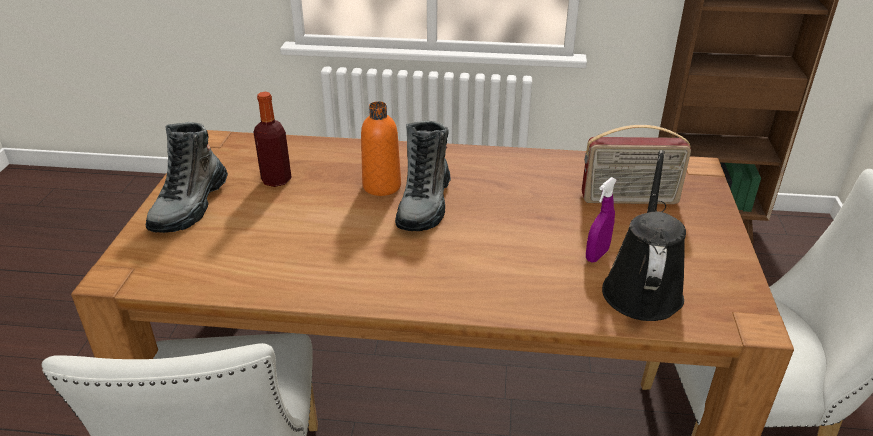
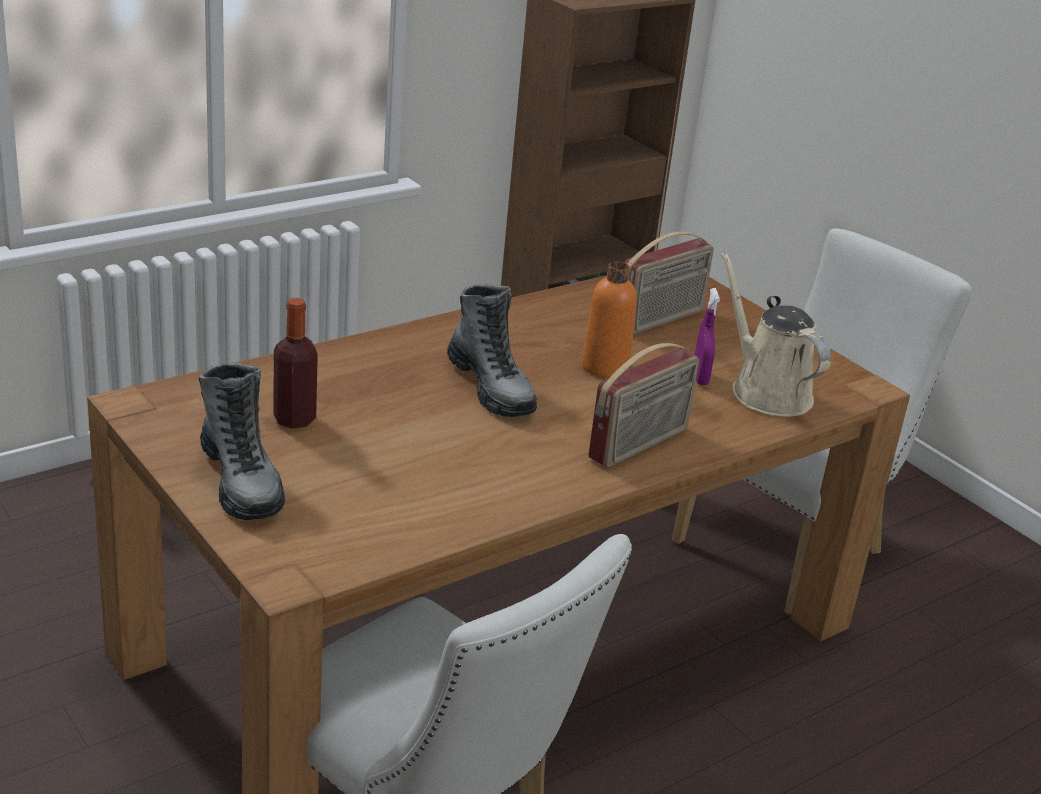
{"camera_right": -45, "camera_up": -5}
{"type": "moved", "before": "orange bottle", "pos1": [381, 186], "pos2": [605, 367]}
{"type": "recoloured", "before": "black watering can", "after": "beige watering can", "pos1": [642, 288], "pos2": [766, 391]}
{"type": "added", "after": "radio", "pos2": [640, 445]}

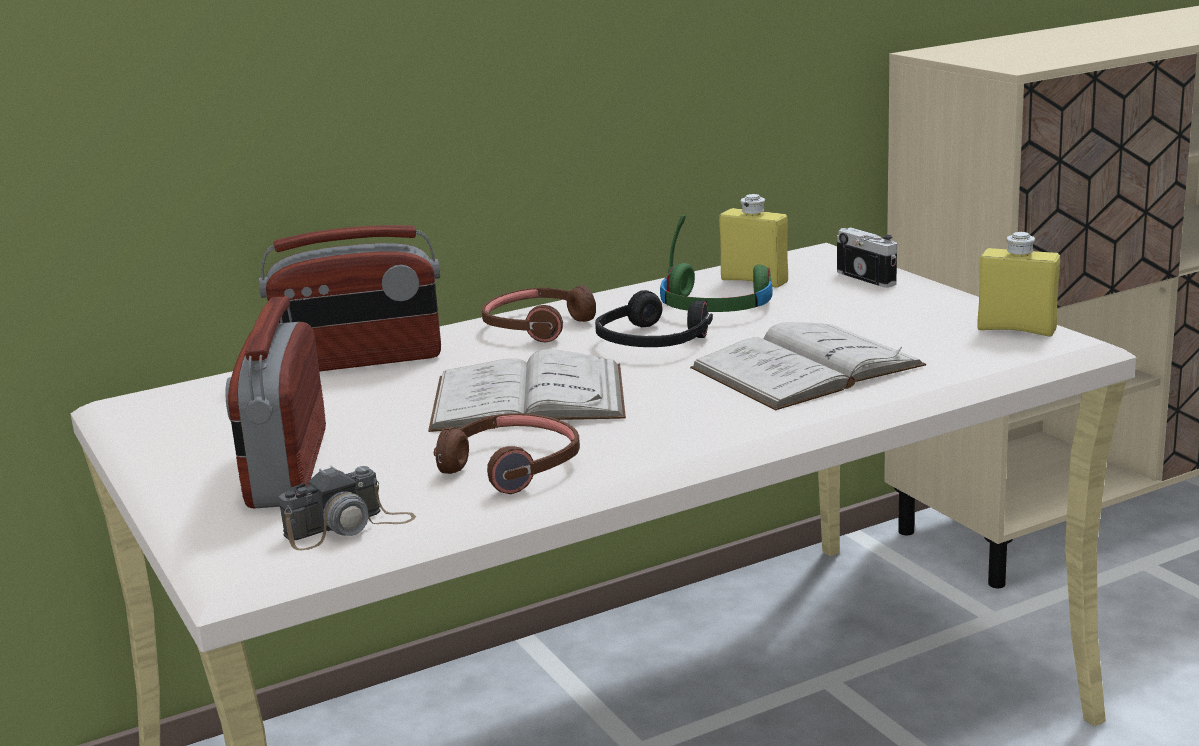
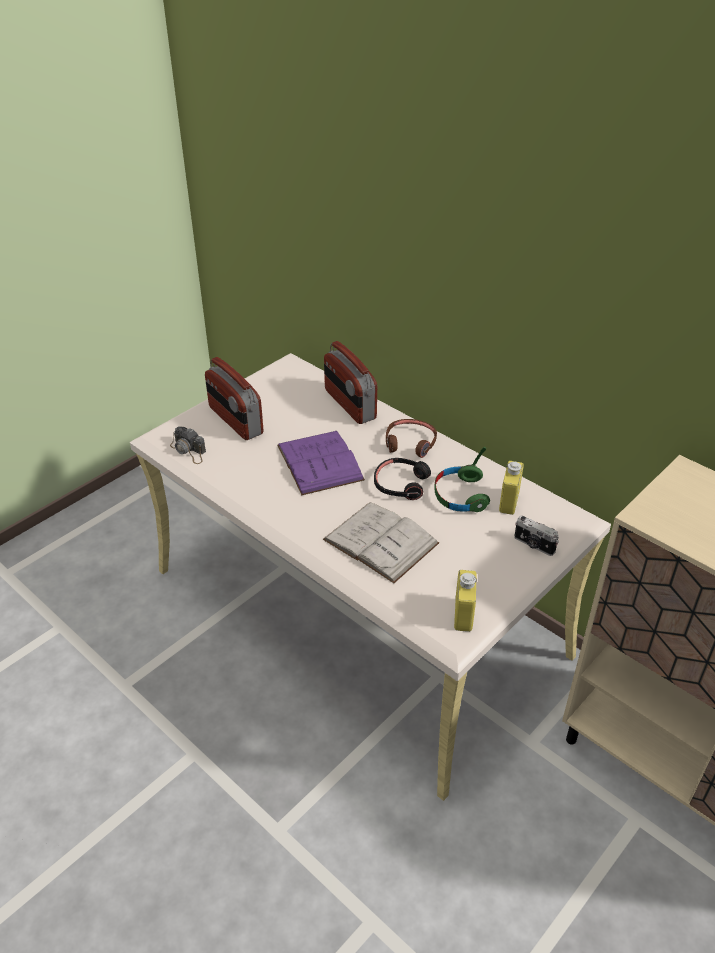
{"camera_right": 70, "camera_up": 20}
{"type": "turned", "before": "radio", "pos1": [286, 469], "pos2": [235, 421], "turn": -105}
{"type": "recoloured", "before": "white book", "after": "purple book", "pos1": [528, 397], "pos2": [320, 462]}
{"type": "removed", "before": "brown headphones", "pos1": [511, 466]}
{"type": "turned", "before": "photo camera", "pos1": [868, 277], "pos2": [533, 545], "turn": 90}

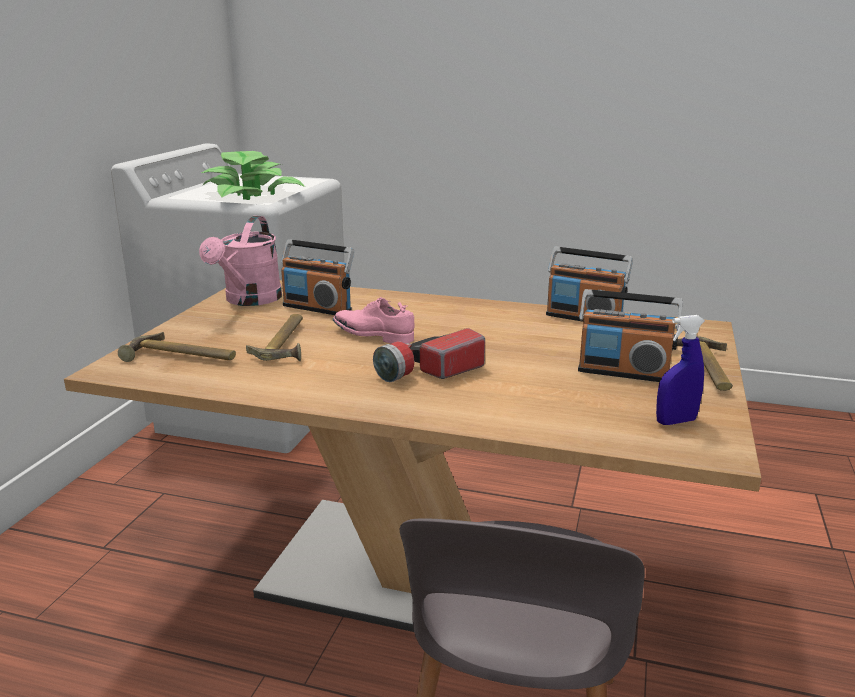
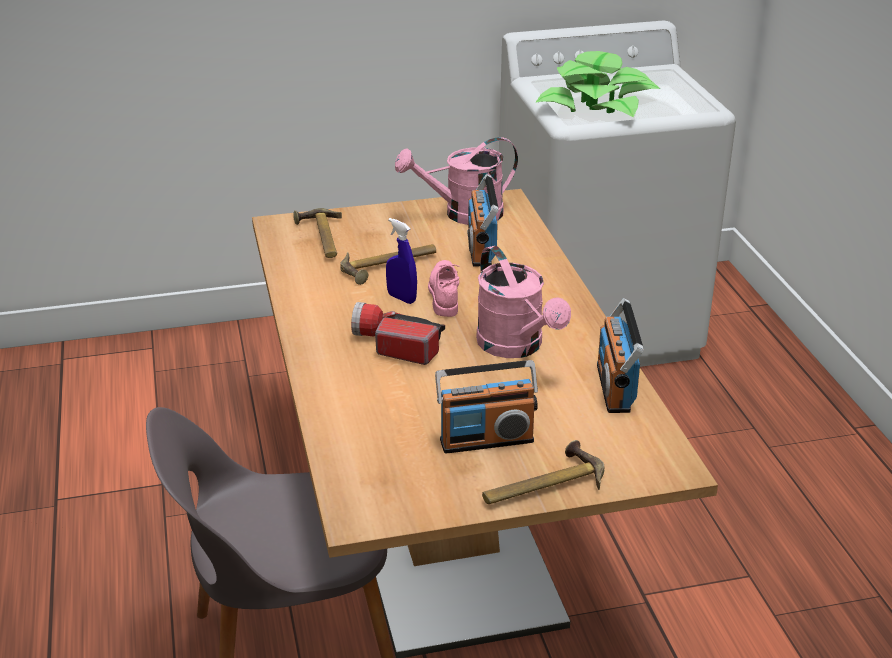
{"camera_right": 60, "camera_up": 10}
{"type": "turned", "before": "radio", "pos1": [623, 372], "pos2": [486, 440], "turn": -90}
{"type": "moved", "before": "blue spray bottle", "pos1": [676, 421], "pos2": [401, 298]}
{"type": "added", "after": "pink watering can", "pos2": [516, 347]}

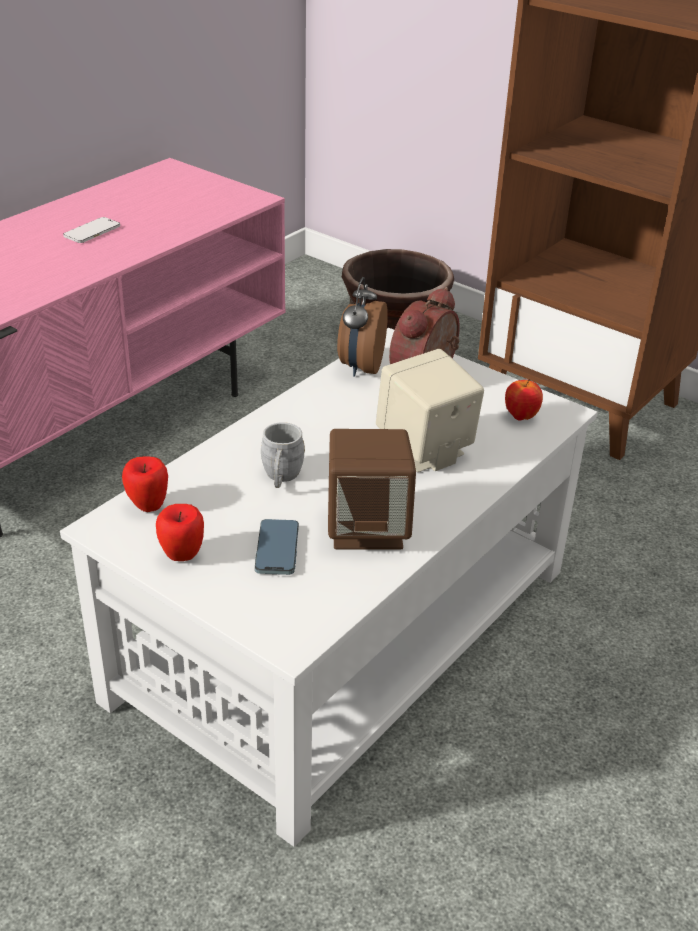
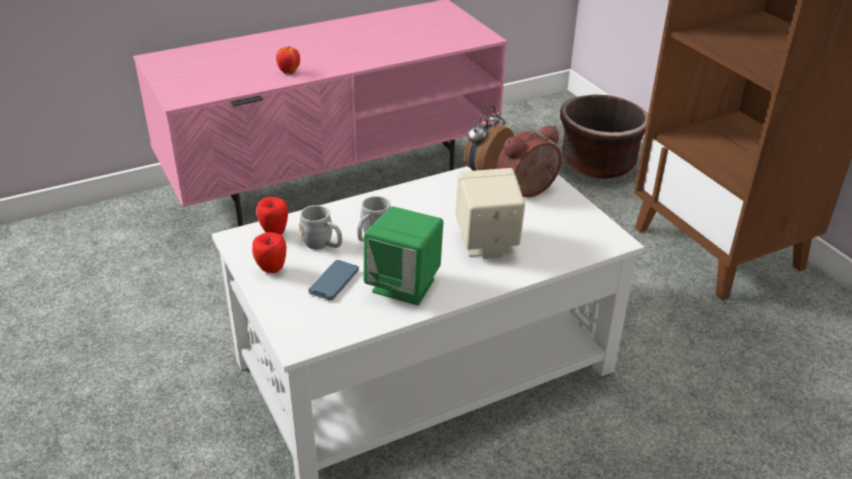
{"camera_right": 25, "camera_up": 0}
{"type": "removed", "before": "phone", "pos1": [92, 232]}
{"type": "recoloured", "before": "brown speaker", "after": "green speaker", "pos1": [367, 529], "pos2": [404, 285]}
{"type": "moved", "before": "apple", "pos1": [520, 416], "pos2": [289, 72]}
{"type": "added", "after": "grey mug", "pos2": [322, 245]}

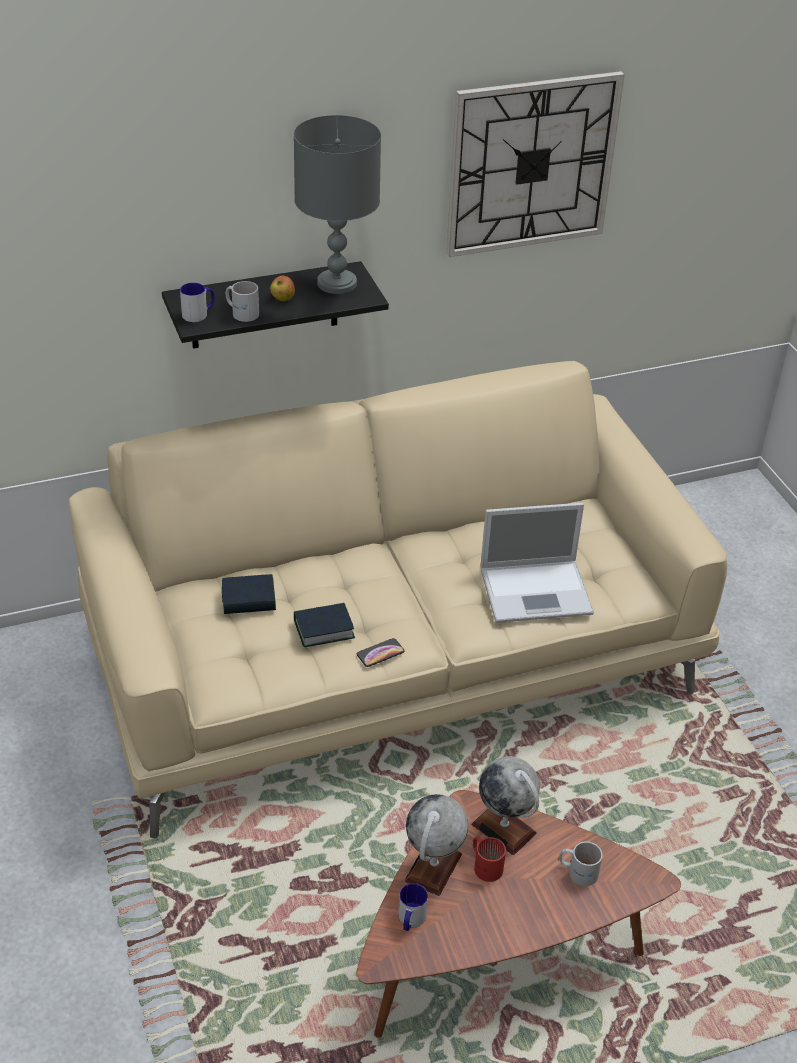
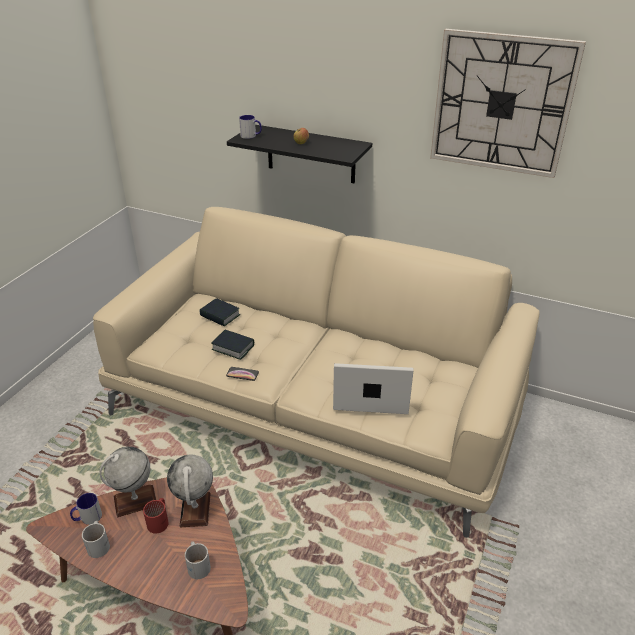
{"camera_right": 45, "camera_up": -5}
{"type": "moved", "before": "white mug", "pos1": [242, 312], "pos2": [99, 544]}
{"type": "removed", "before": "grey table lamp", "pos1": [336, 283]}
{"type": "turned", "before": "laptop", "pos1": [538, 591], "pos2": [369, 394], "turn": 150}

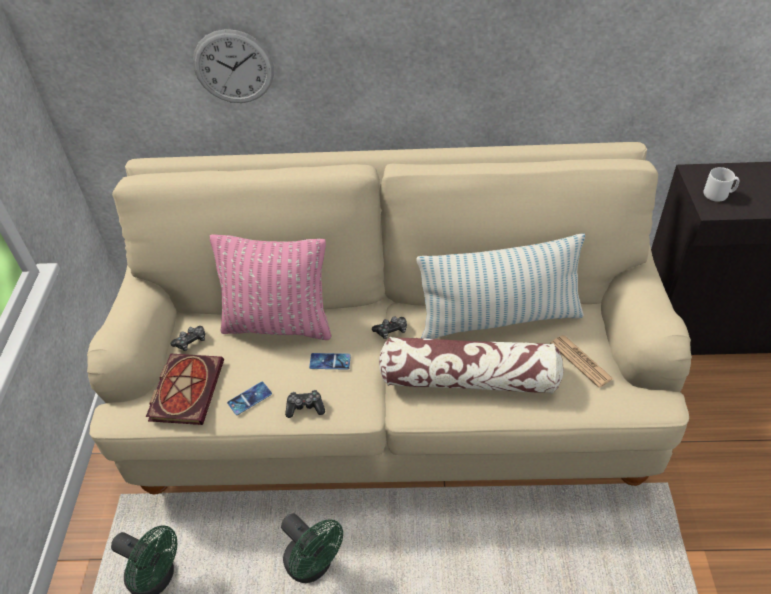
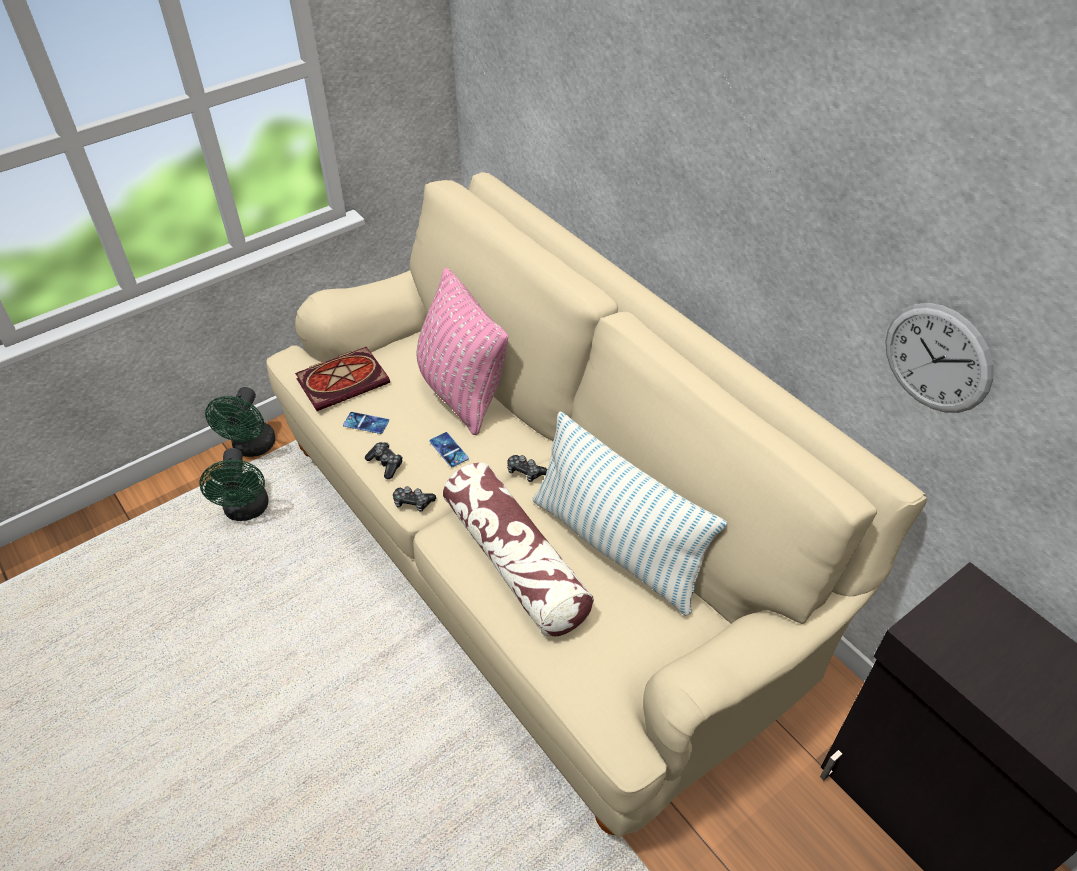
{"camera_right": 50, "camera_up": 0}
{"type": "moved", "before": "game controller", "pos1": [191, 341], "pos2": [413, 502]}
{"type": "moved", "before": "wall clock", "pos1": [233, 67], "pos2": [937, 358]}
{"type": "moved", "before": "green fan", "pos1": [314, 565], "pos2": [252, 448]}
{"type": "removed", "before": "newspaper", "pos1": [580, 361]}
{"type": "removed", "before": "white mug", "pos1": [718, 194]}

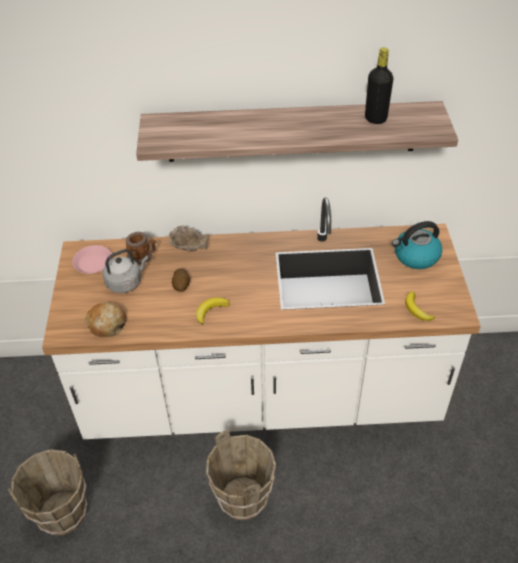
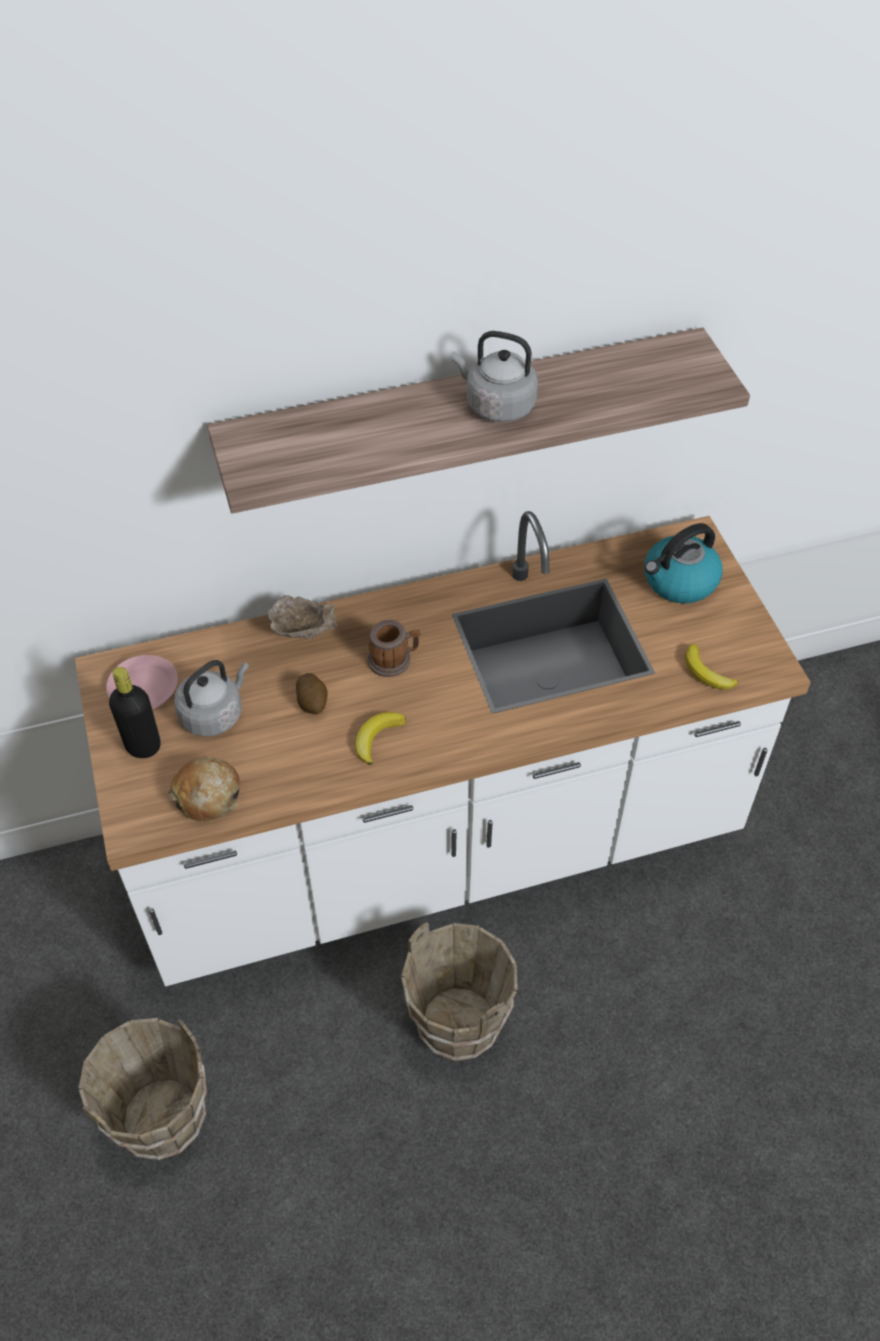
{"camera_right": -15, "camera_up": 5}
{"type": "moved", "before": "mug", "pos1": [142, 256], "pos2": [394, 659]}
{"type": "moved", "before": "black bottle", "pos1": [375, 118], "pos2": [143, 746]}
{"type": "added", "after": "grey kettle", "pos2": [496, 405]}

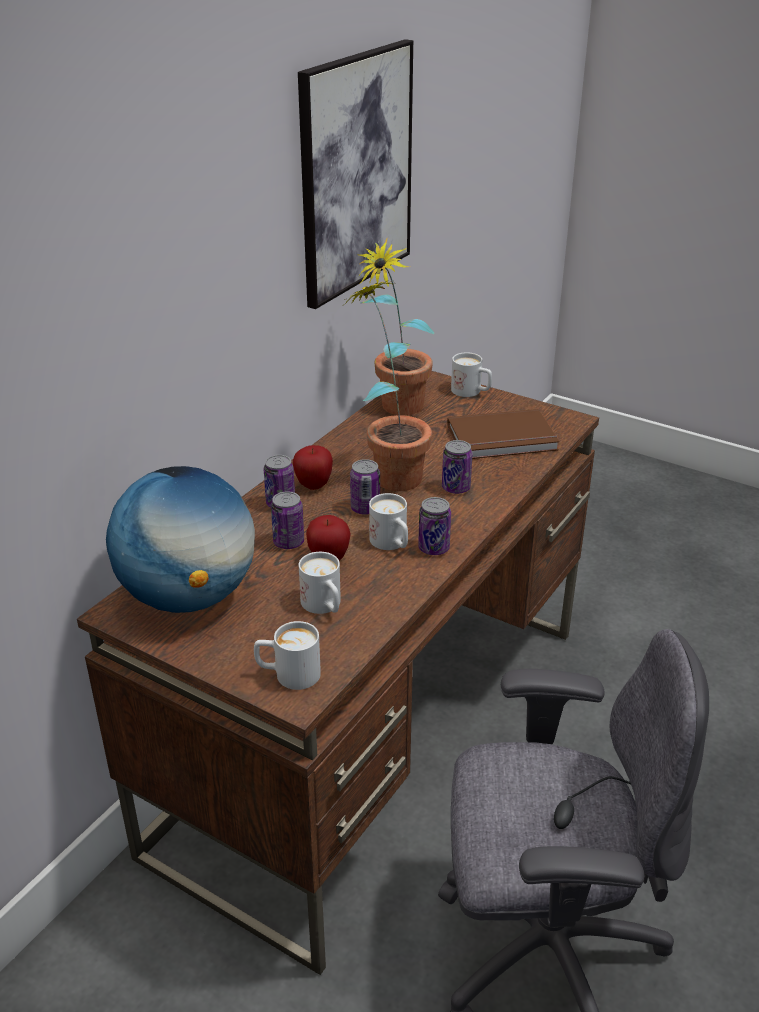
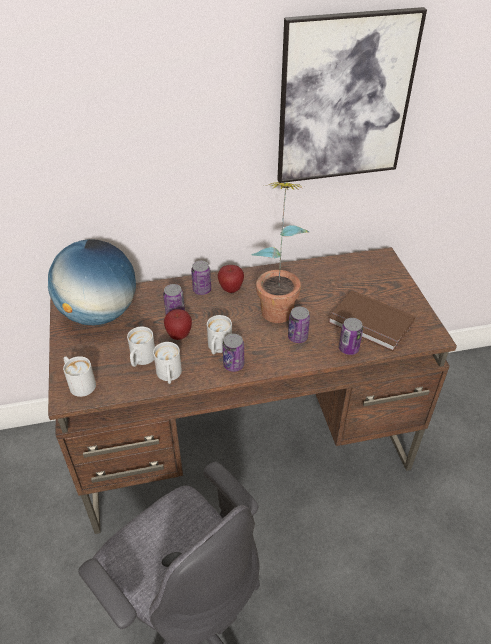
{"camera_right": 45, "camera_up": 10}
{"type": "moved", "before": "can", "pos1": [365, 508], "pos2": [348, 348]}
{"type": "removed", "before": "potted plant", "pos1": [395, 410]}
{"type": "moved", "before": "white mug", "pos1": [471, 392], "pos2": [169, 376]}

